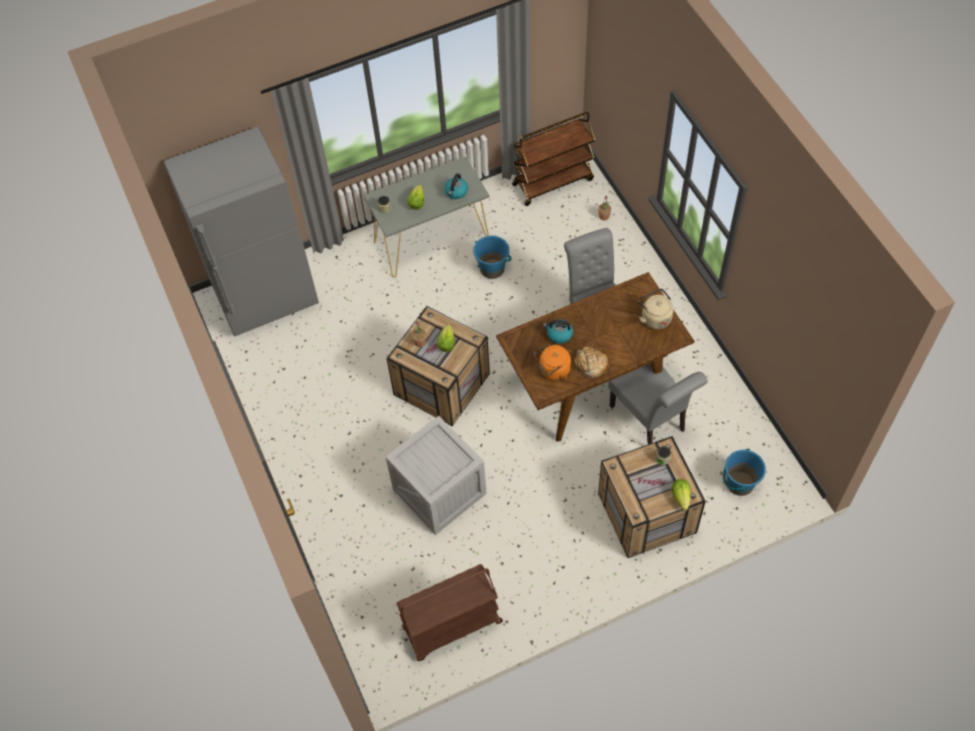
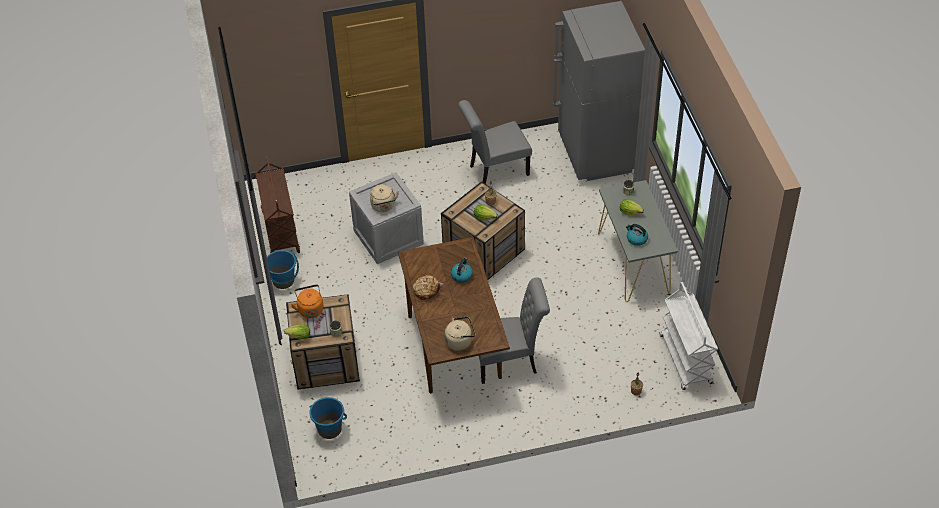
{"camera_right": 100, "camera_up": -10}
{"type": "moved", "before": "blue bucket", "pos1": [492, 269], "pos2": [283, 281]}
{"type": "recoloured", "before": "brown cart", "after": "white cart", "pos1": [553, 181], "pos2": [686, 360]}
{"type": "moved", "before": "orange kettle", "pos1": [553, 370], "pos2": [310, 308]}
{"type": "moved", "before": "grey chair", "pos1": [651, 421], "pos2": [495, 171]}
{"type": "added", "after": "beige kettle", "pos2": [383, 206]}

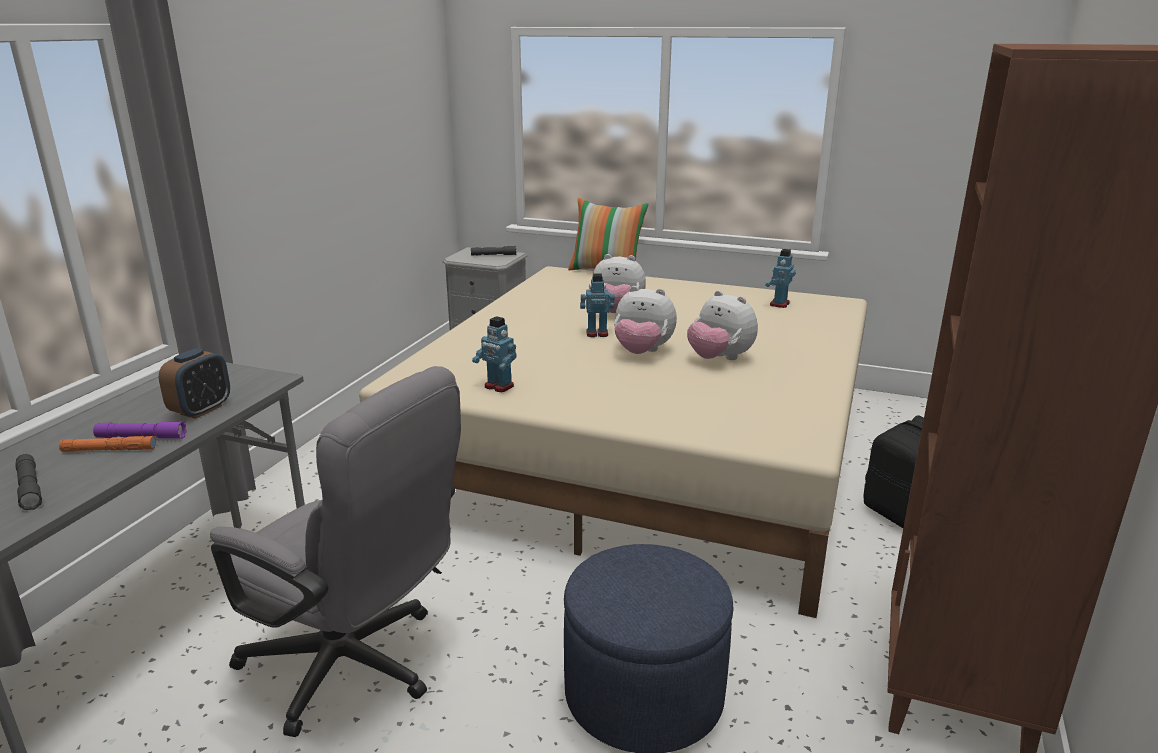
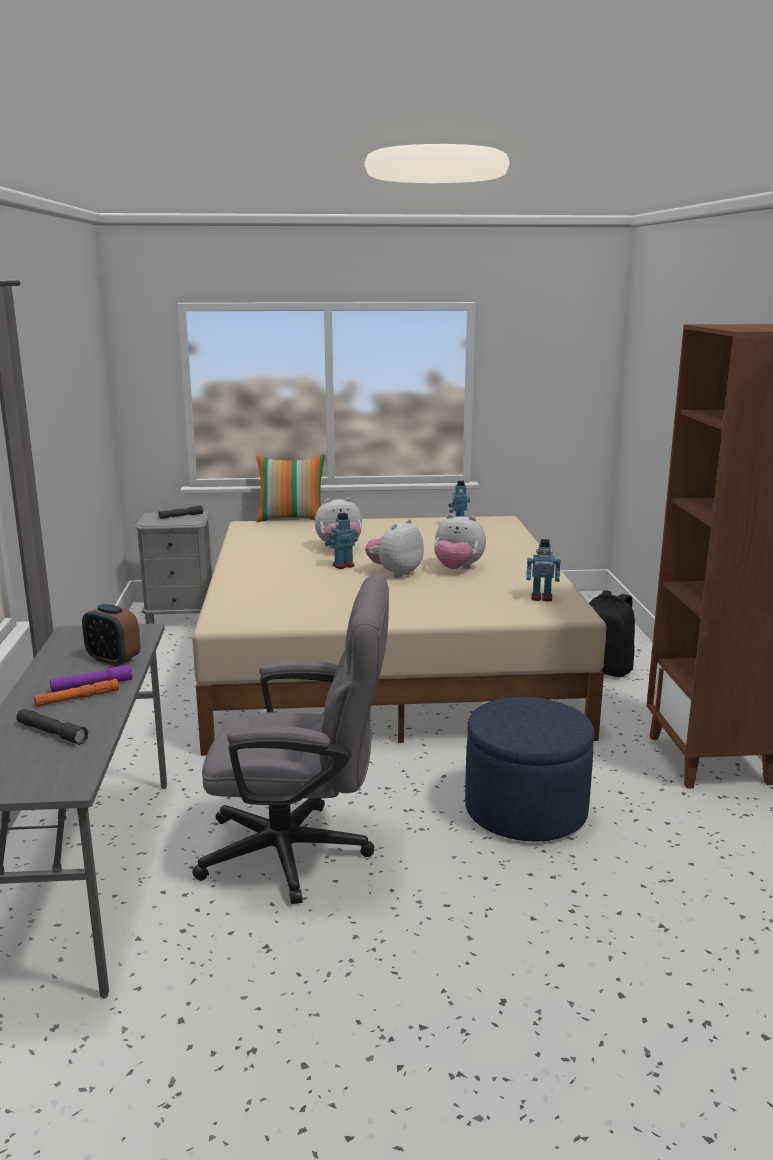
{"camera_right": -25, "camera_up": -5}
{"type": "turned", "before": "alarm clock", "pos1": [201, 410], "pos2": [113, 660], "turn": 120}
{"type": "moved", "before": "toy robot", "pos1": [498, 387], "pos2": [541, 598]}
{"type": "turned", "before": "plush toy", "pos1": [642, 352], "pos2": [395, 573], "turn": 135}

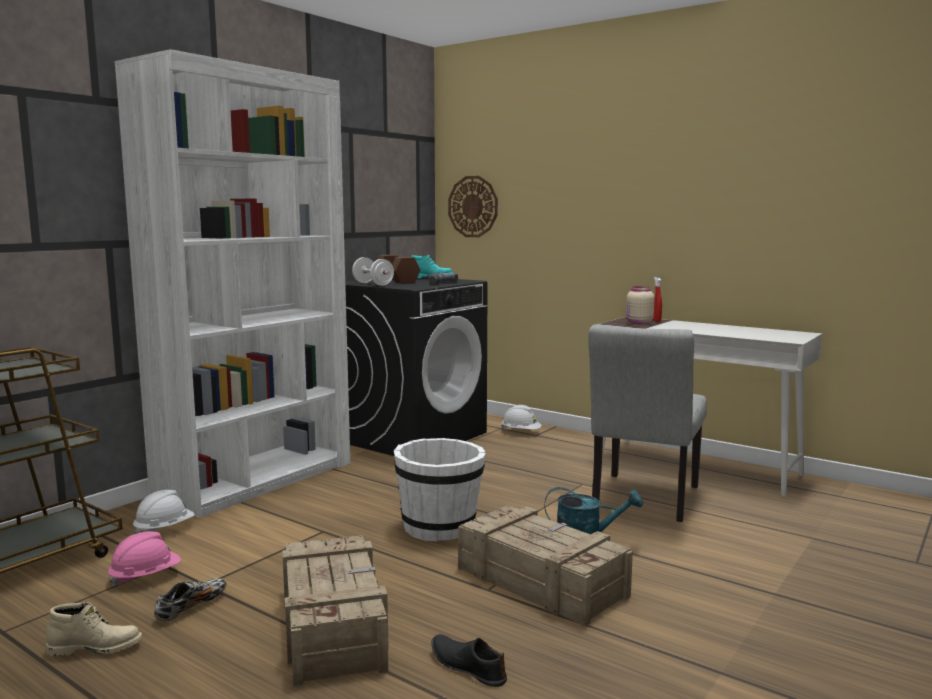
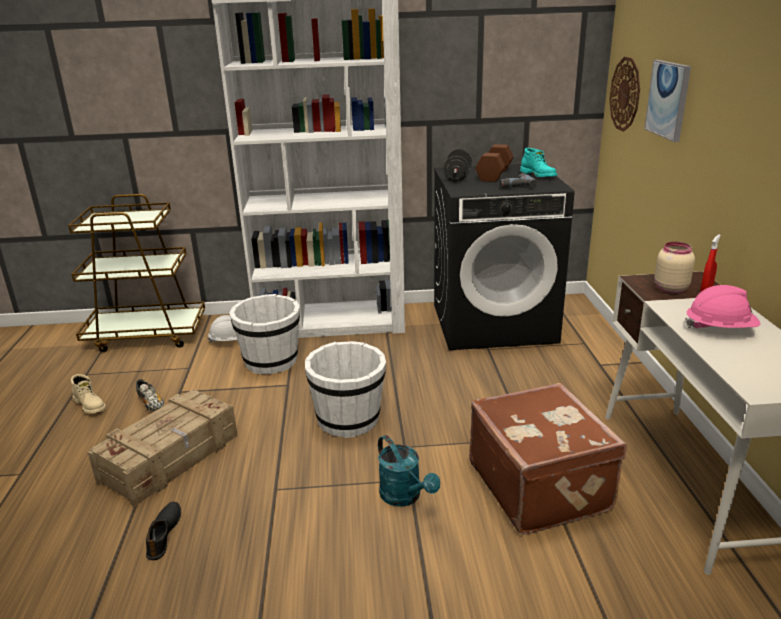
{"camera_right": 50, "camera_up": 15}
{"type": "moved", "before": "pink hard hat", "pos1": [146, 577], "pos2": [720, 329]}
{"type": "turned", "before": "shoe", "pos1": [191, 607], "pos2": [151, 404], "turn": 60}
{"type": "recoloured", "before": "white dumbbell", "after": "black dumbbell", "pos1": [373, 284], "pos2": [457, 177]}
{"type": "removed", "before": "crate", "pos1": [541, 581]}
{"type": "removed", "before": "white hard hat", "pos1": [521, 432]}
{"type": "replaced", "before": "grey chair", "after": "brown suitcase", "pos1": [643, 500], "pos2": [540, 486]}
{"type": "added", "after": "white bucket", "pos2": [271, 362]}
{"type": "added", "after": "picture", "pos2": [668, 99]}

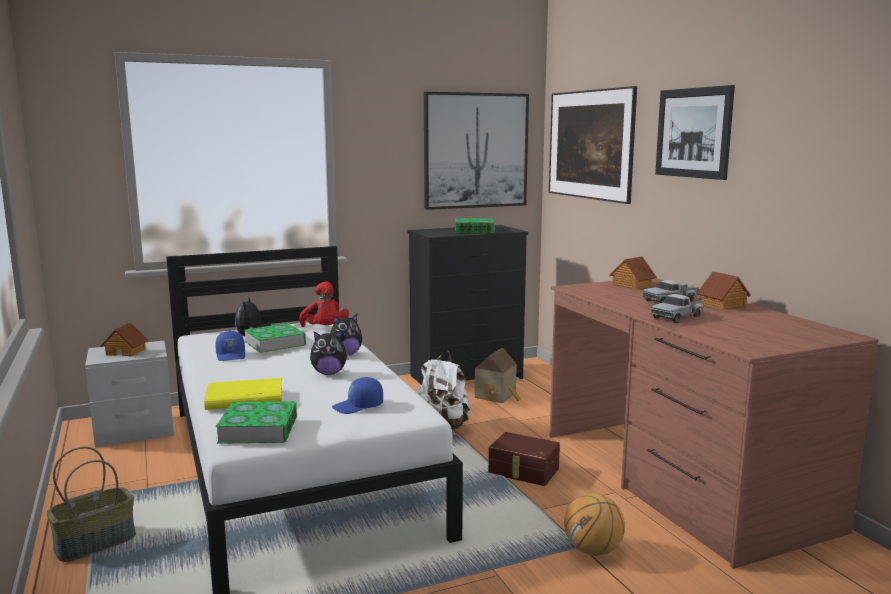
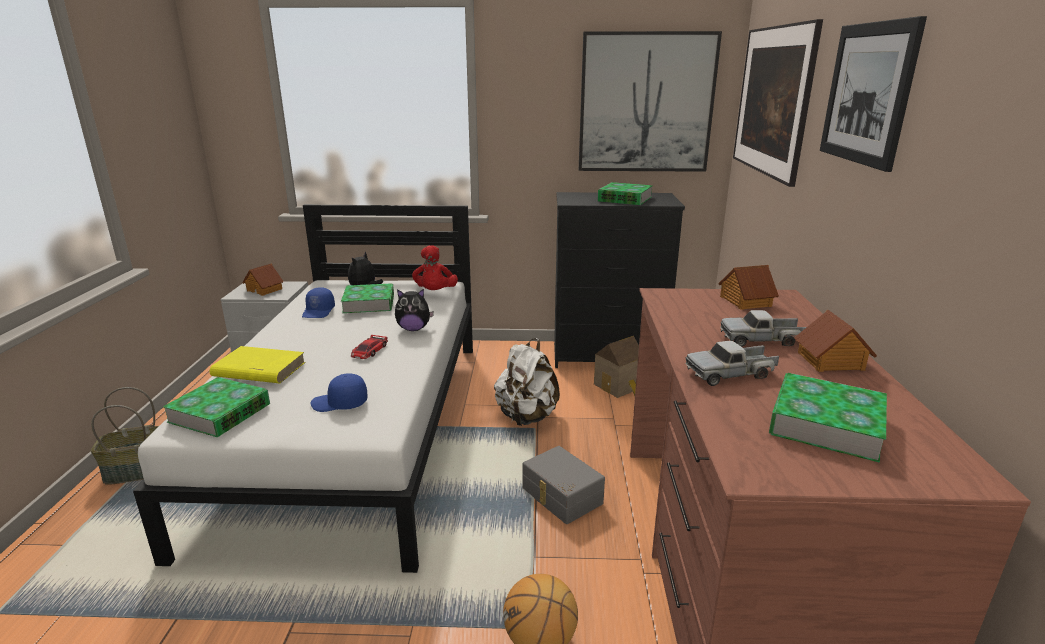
{"camera_right": 25, "camera_up": 10}
{"type": "replaced", "before": "plush toy", "after": "toy car", "pos1": [329, 373], "pos2": [369, 351]}
{"type": "recoloured", "before": "brown storage box", "after": "grey storage box", "pos1": [523, 471], "pos2": [560, 496]}
{"type": "added", "after": "book", "pos2": [825, 424]}

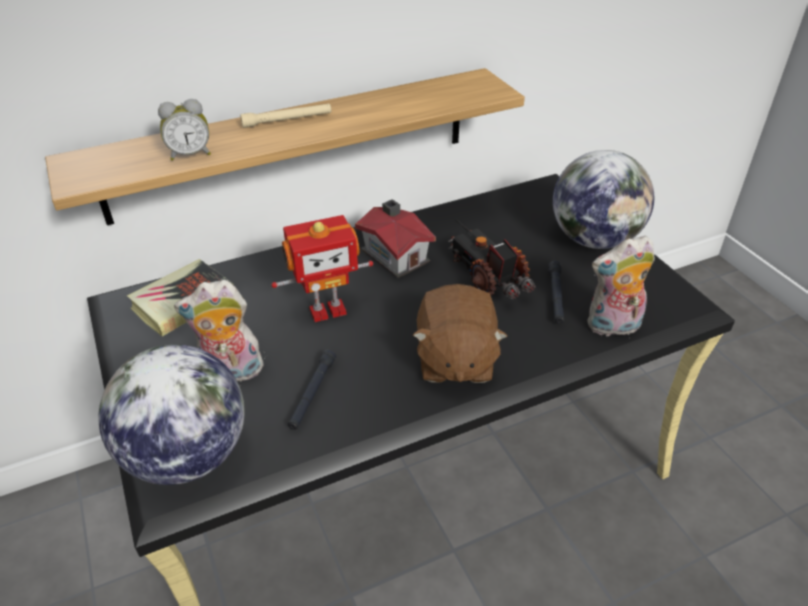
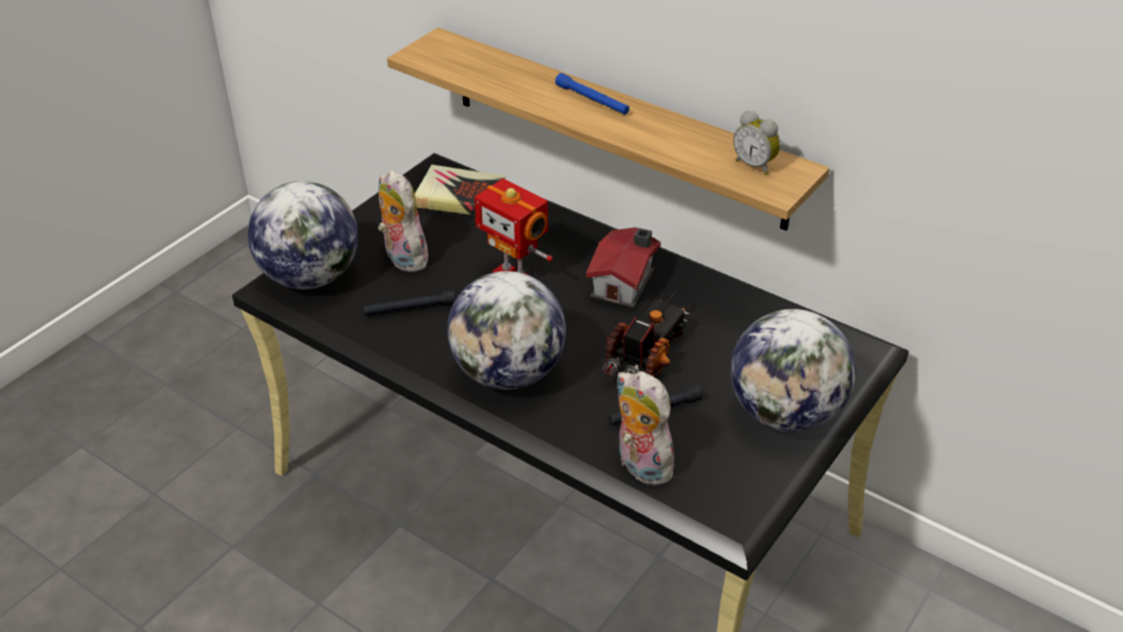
{"camera_right": 60, "camera_up": 0}
{"type": "moved", "before": "alarm clock", "pos1": [190, 154], "pos2": [755, 165]}
{"type": "recoloured", "before": "beige flashlight", "after": "blue flashlight", "pos1": [287, 120], "pos2": [592, 100]}
{"type": "replaced", "before": "brown plush toy", "after": "globe", "pos1": [454, 360], "pos2": [508, 373]}

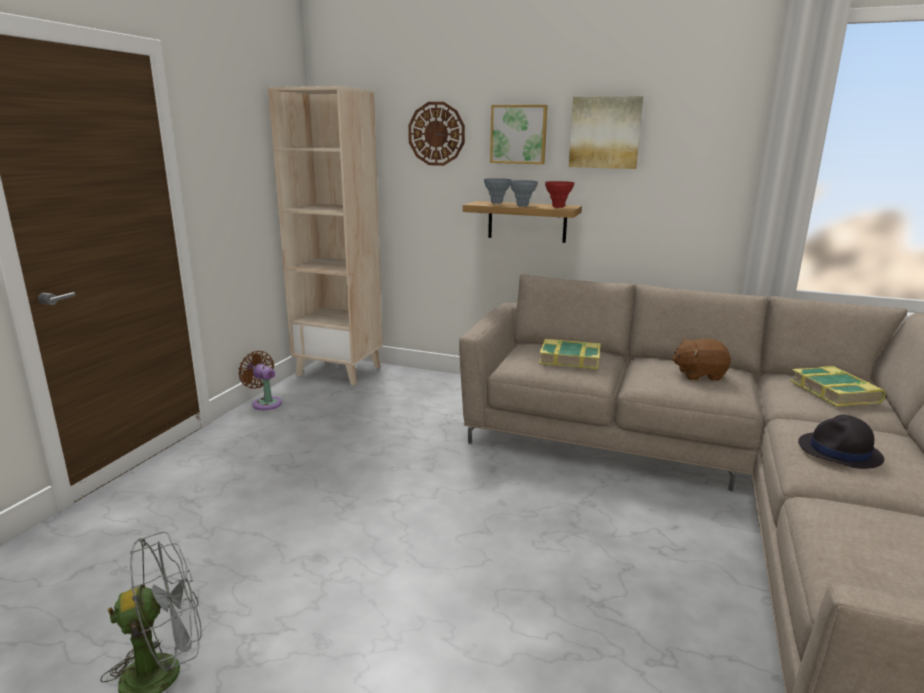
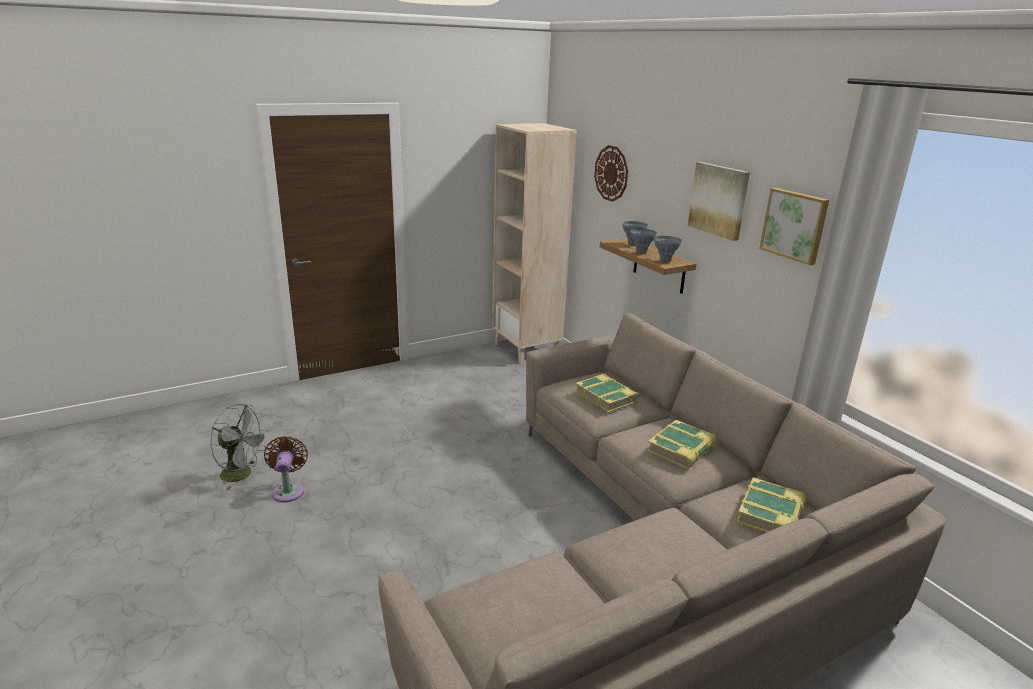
{"camera_right": 40, "camera_up": 5}
{"type": "moved", "before": "brown fan", "pos1": [265, 403], "pos2": [288, 490]}
{"type": "moved", "before": "picture", "pos1": [519, 134], "pos2": [795, 225]}
{"type": "recoloured", "before": "red vase", "after": "grey vase", "pos1": [558, 207], "pos2": [665, 261]}
{"type": "replaced", "before": "brown plush toy", "after": "book", "pos1": [699, 375], "pos2": [681, 449]}
{"type": "removed", "before": "black hat", "pos1": [839, 452]}

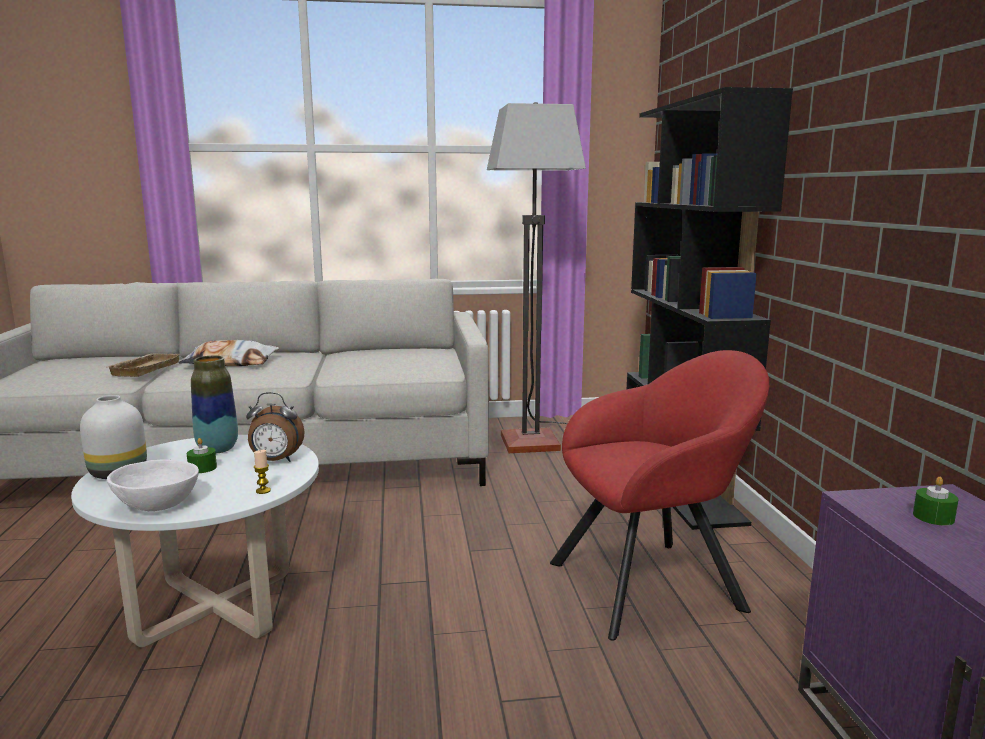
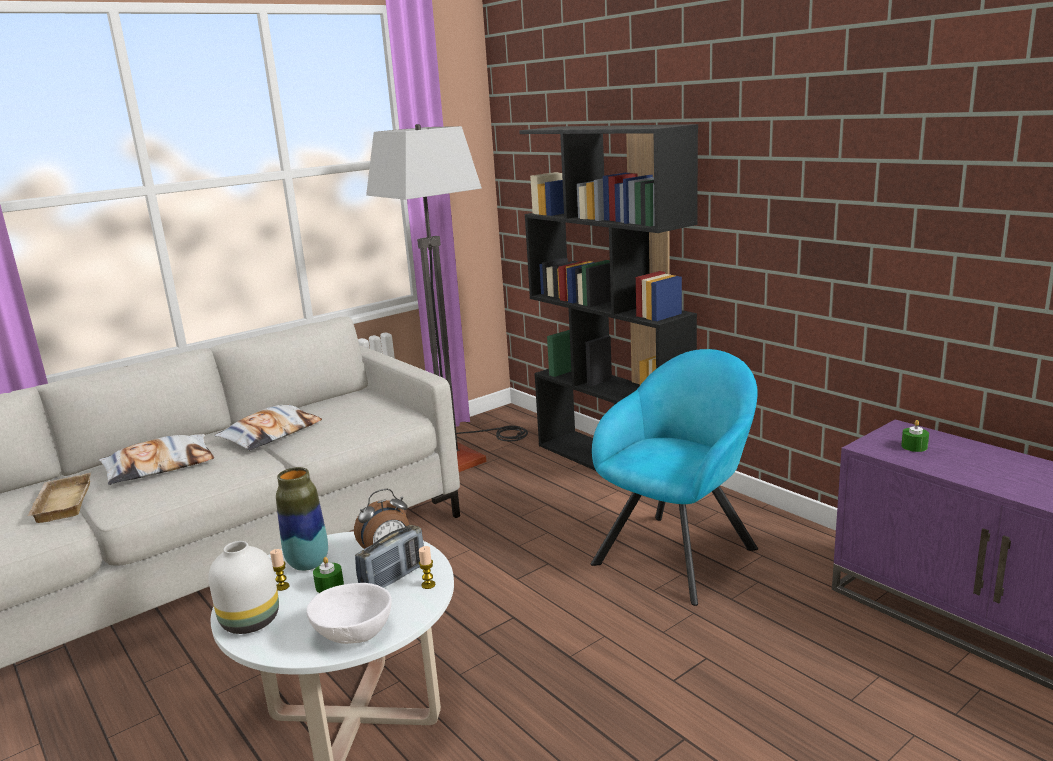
{"camera_right": -30, "camera_up": 5}
{"type": "recoloured", "before": "red armchair", "after": "turquoise armchair", "pos1": [654, 584], "pos2": [680, 552]}
{"type": "added", "after": "pillow", "pos2": [271, 434]}
{"type": "added", "after": "candle", "pos2": [282, 586]}
{"type": "added", "after": "radio", "pos2": [393, 578]}

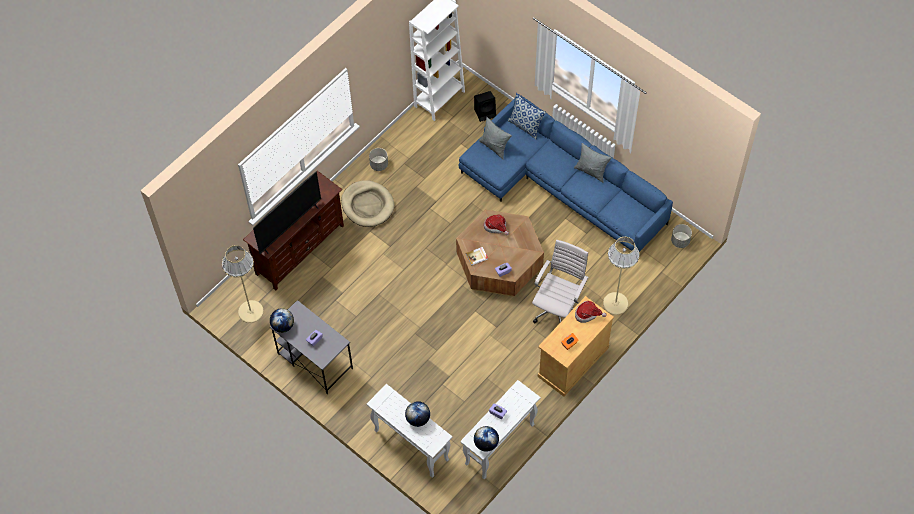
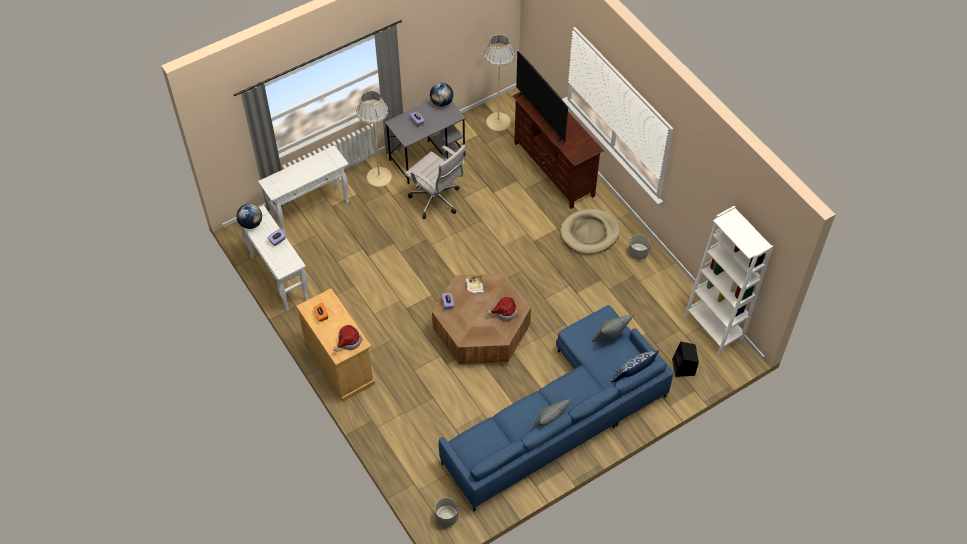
{"camera_right": 105, "camera_up": -5}
{"type": "removed", "before": "globe", "pos1": [418, 419]}
{"type": "moved", "before": "white office chair", "pos1": [558, 308], "pos2": [437, 201]}
{"type": "moved", "before": "beige floor lamp", "pos1": [615, 303], "pos2": [379, 177]}

